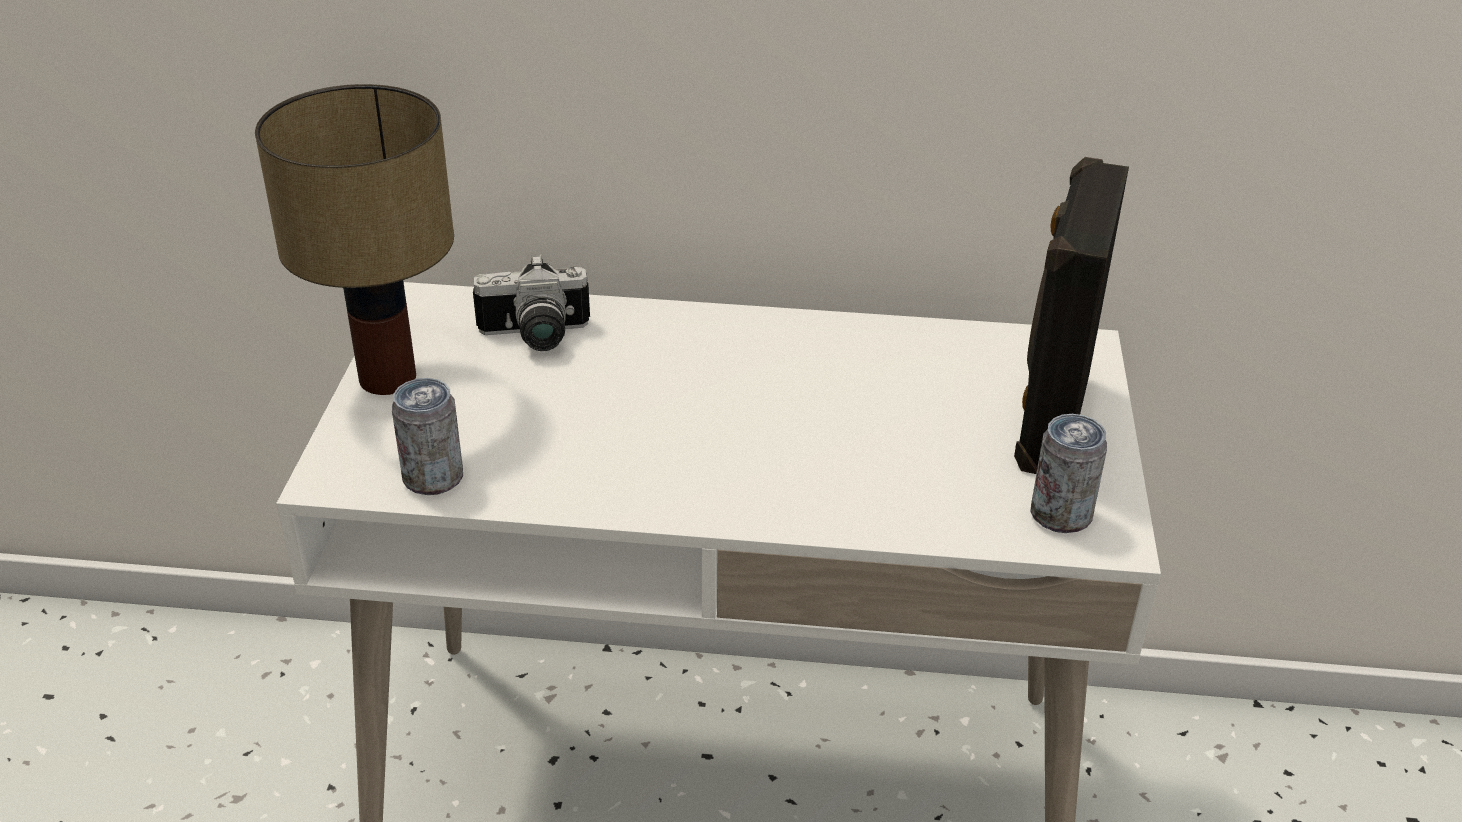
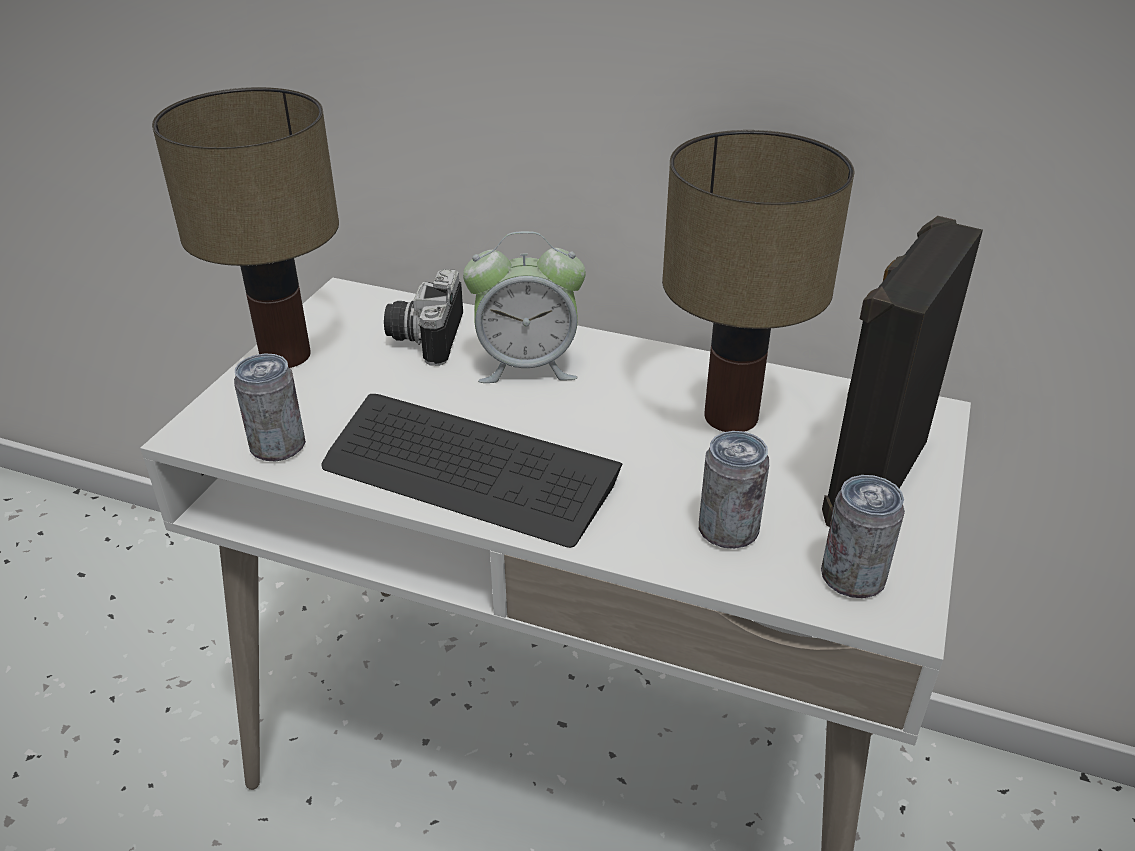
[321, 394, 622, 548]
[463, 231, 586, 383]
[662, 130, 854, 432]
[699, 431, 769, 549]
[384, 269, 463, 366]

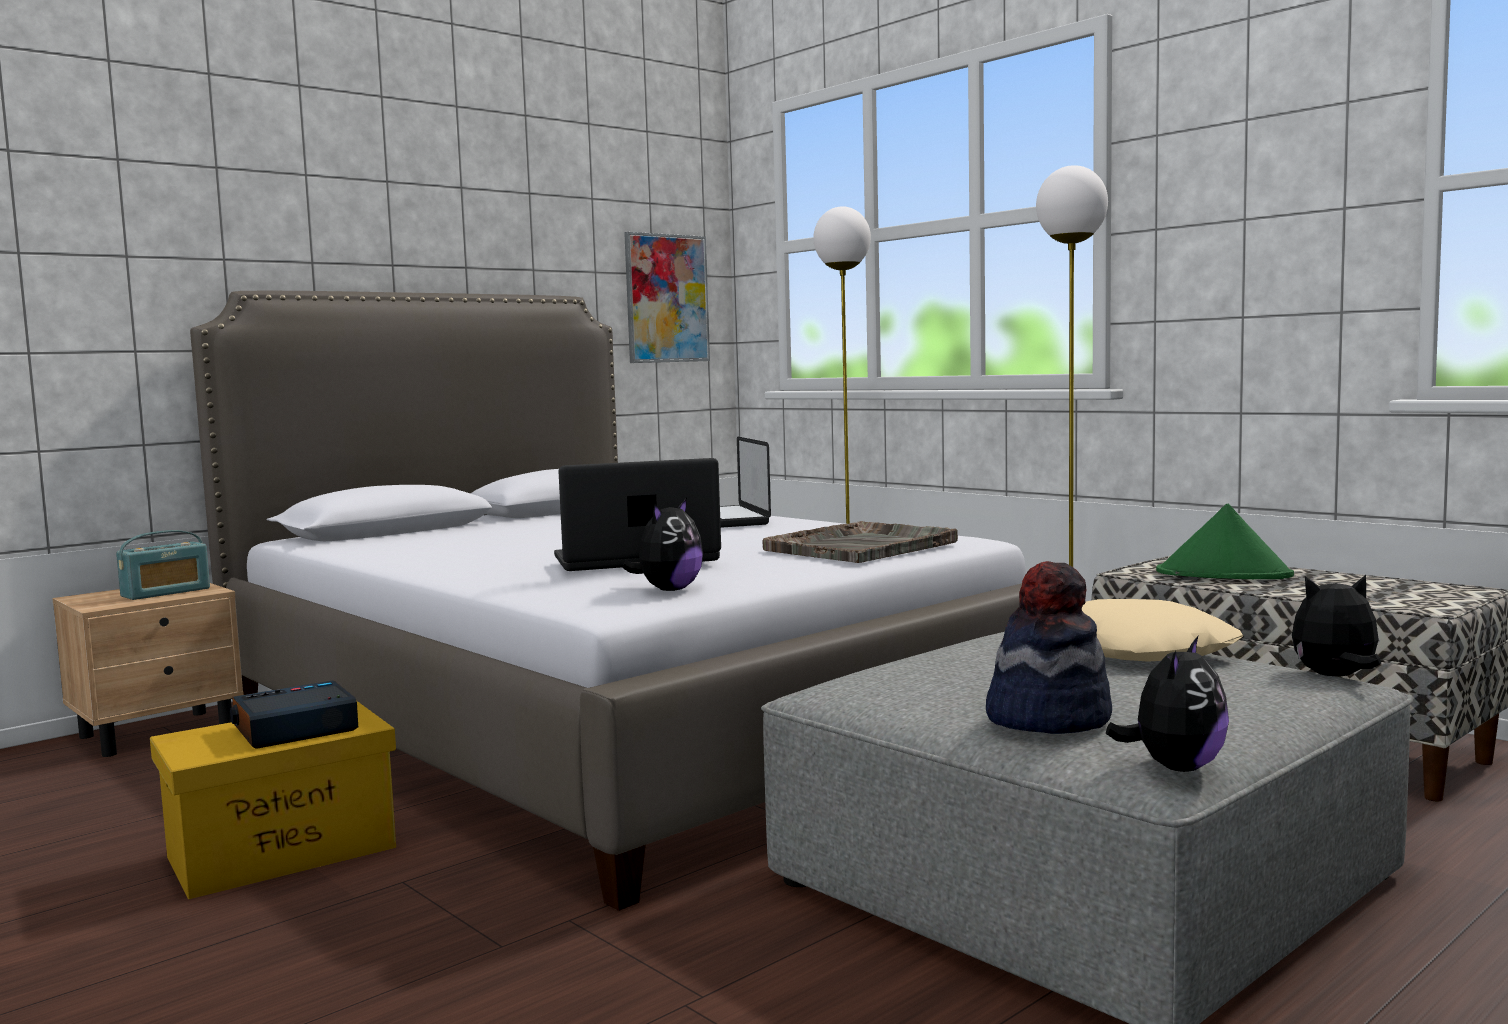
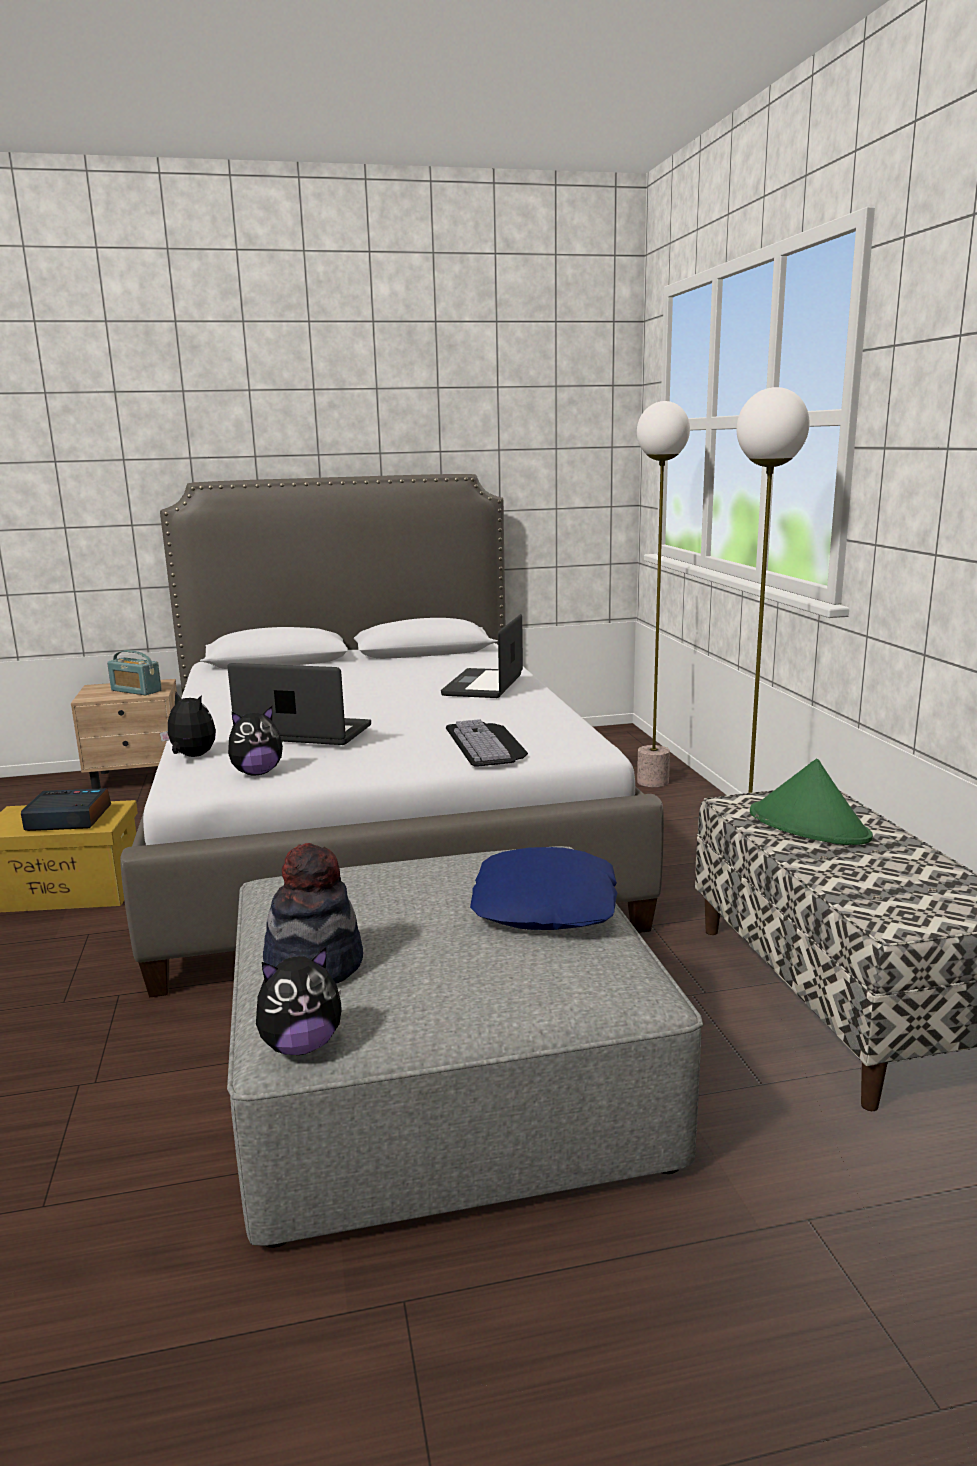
[624, 232, 710, 363] (first image)
[160, 692, 216, 757]
[446, 719, 528, 766]
[470, 847, 618, 930]
[107, 650, 162, 695]

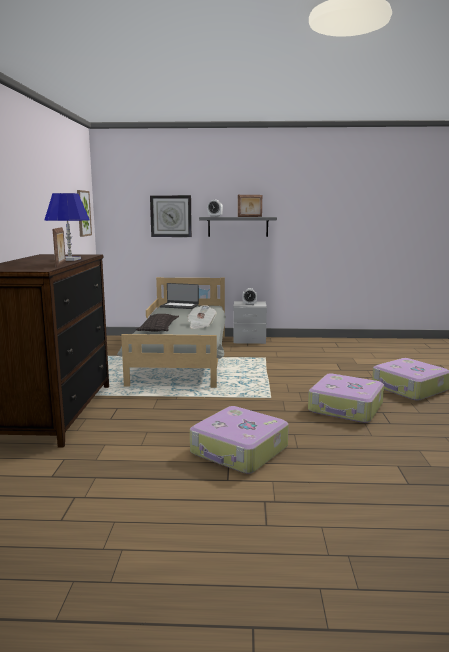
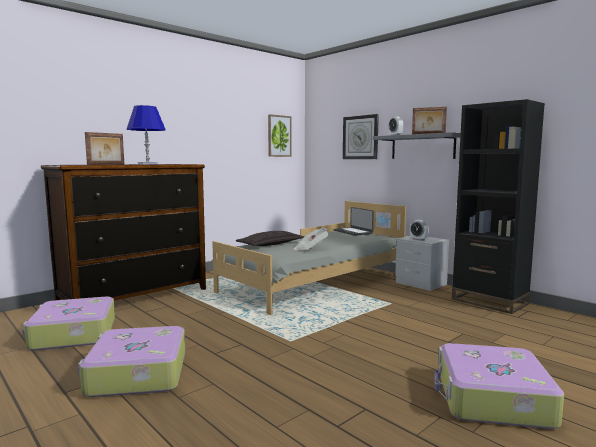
[452, 99, 545, 314]
[22, 297, 115, 351]

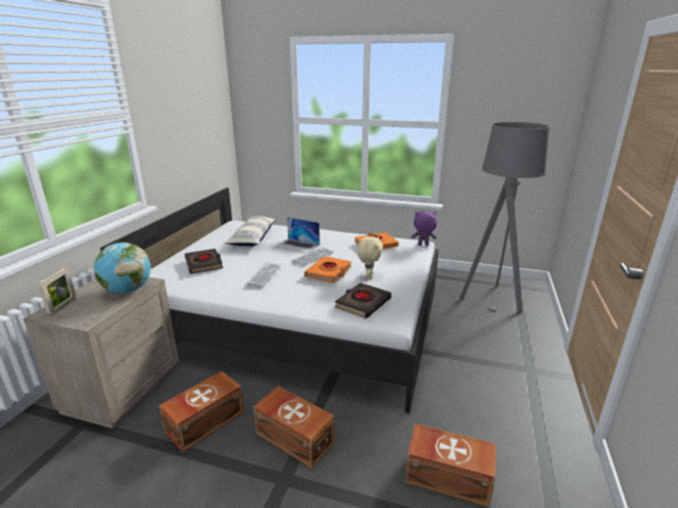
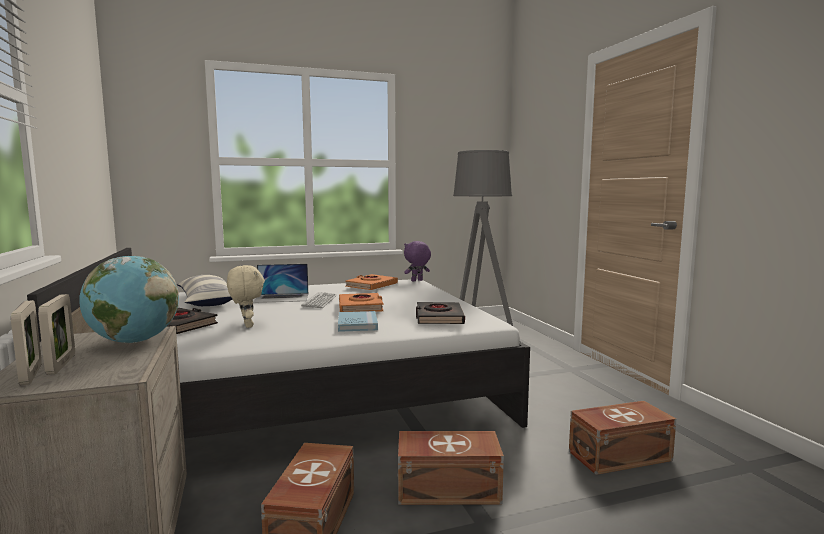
[246, 262, 281, 288] (first image)
[38, 294, 75, 375]
[338, 311, 378, 332]
[227, 265, 265, 328]

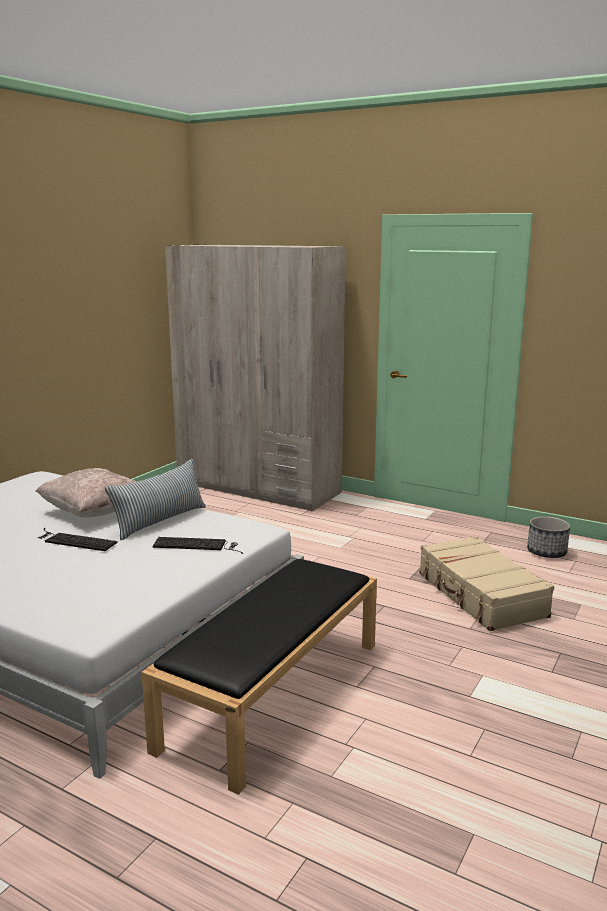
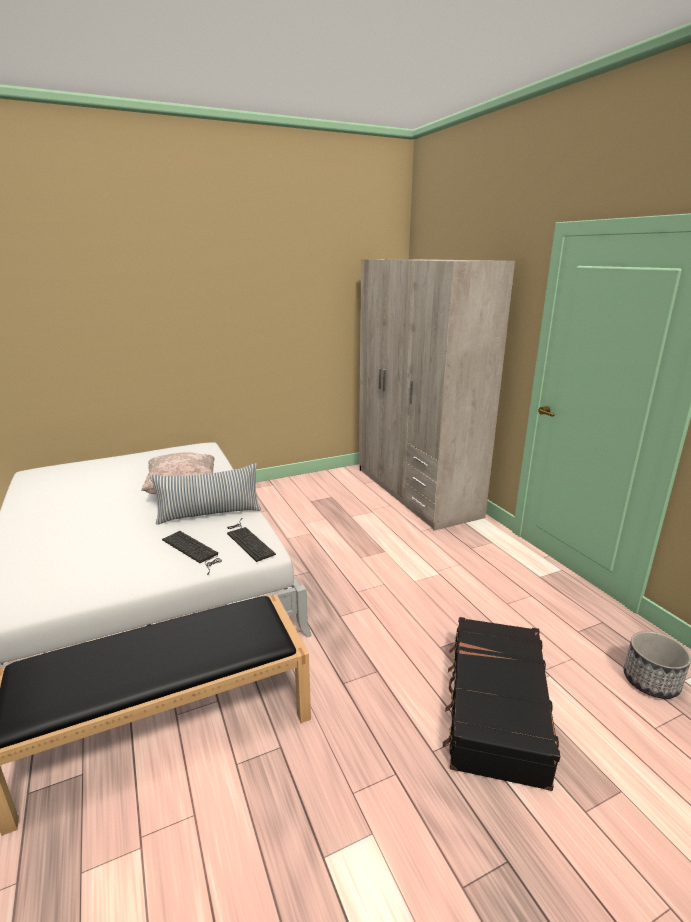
[227, 518, 276, 562]
[443, 617, 560, 791]

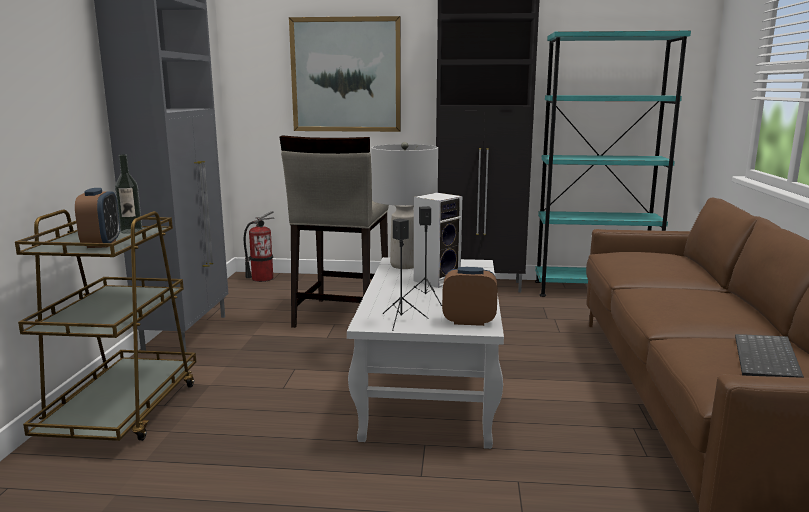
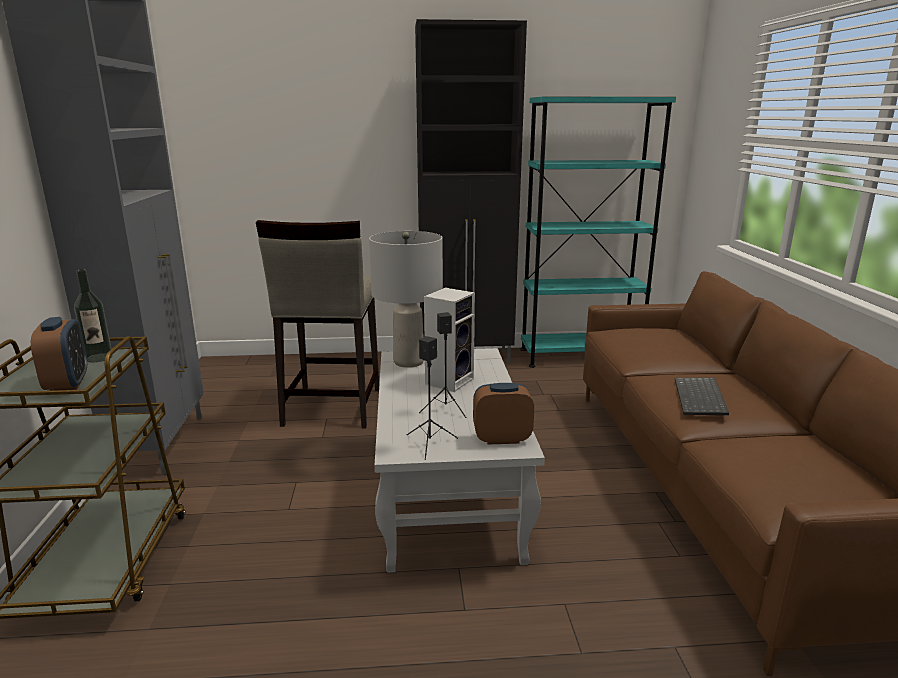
[244, 211, 275, 282] (first image)
[289, 16, 401, 132] (first image)
[675, 377, 729, 415]

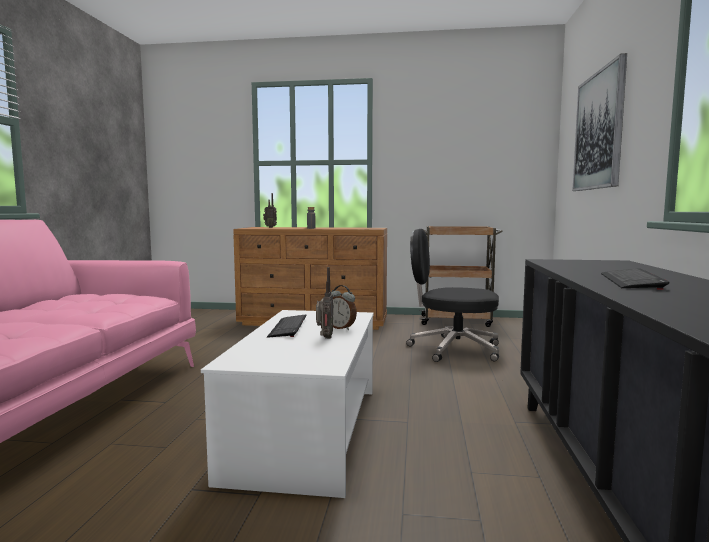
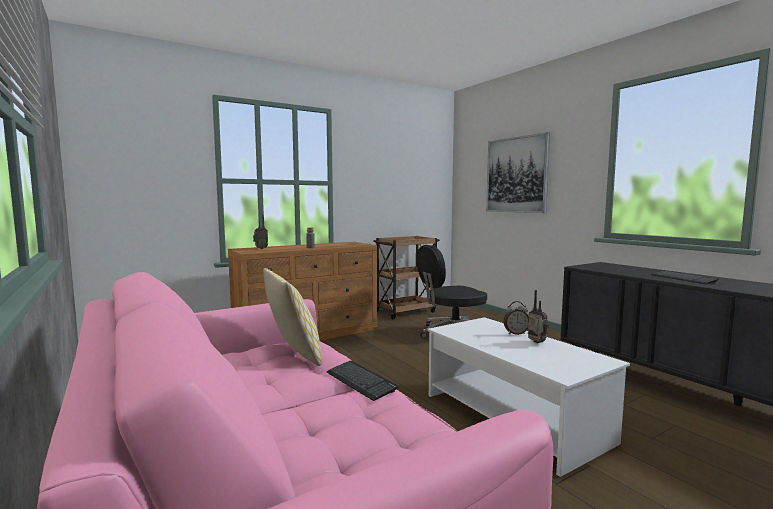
[263, 268, 322, 366]
[327, 361, 399, 401]

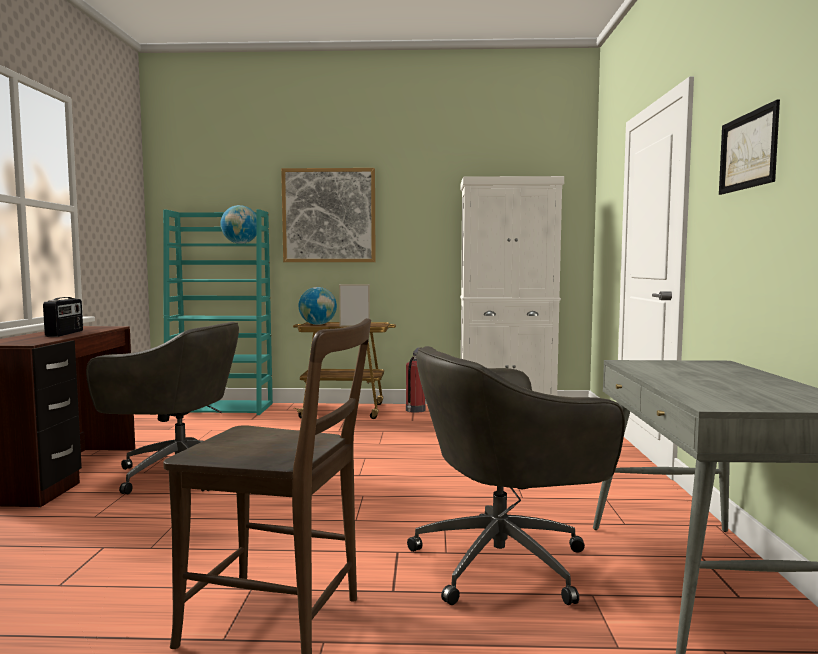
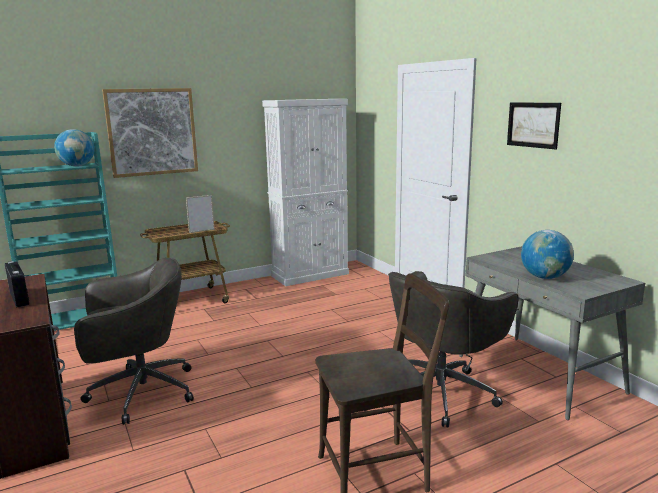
[406, 347, 425, 413] (first image)
[521, 230, 574, 279]

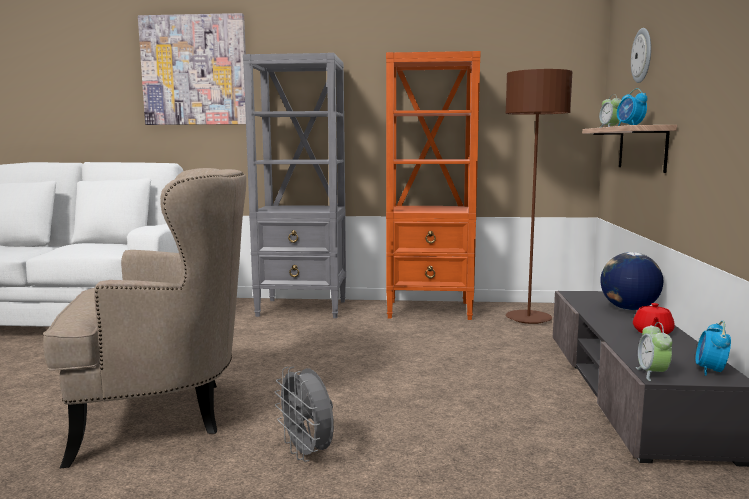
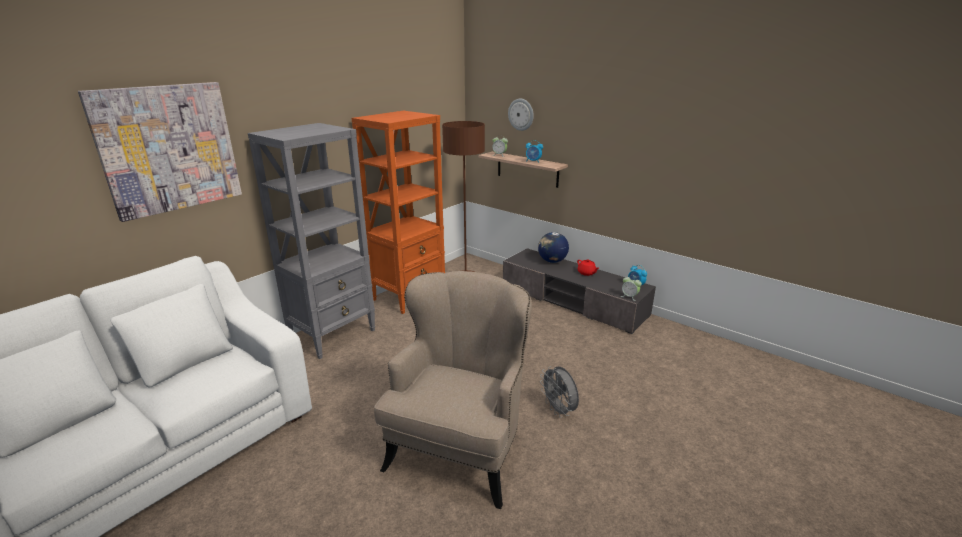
[540, 366, 579, 418]

